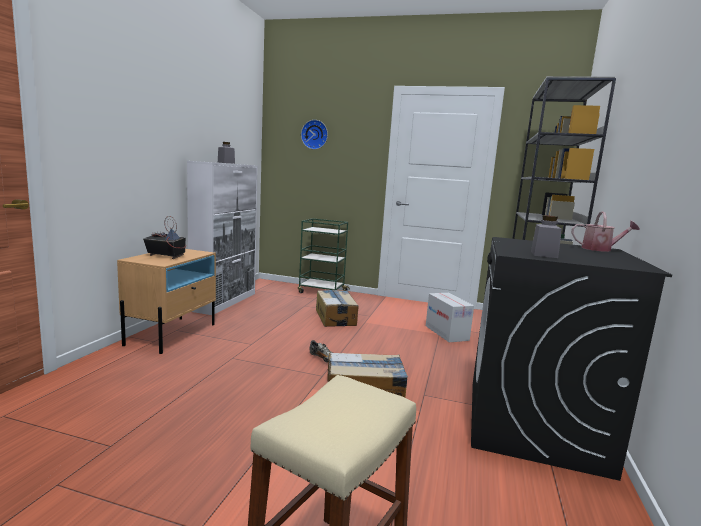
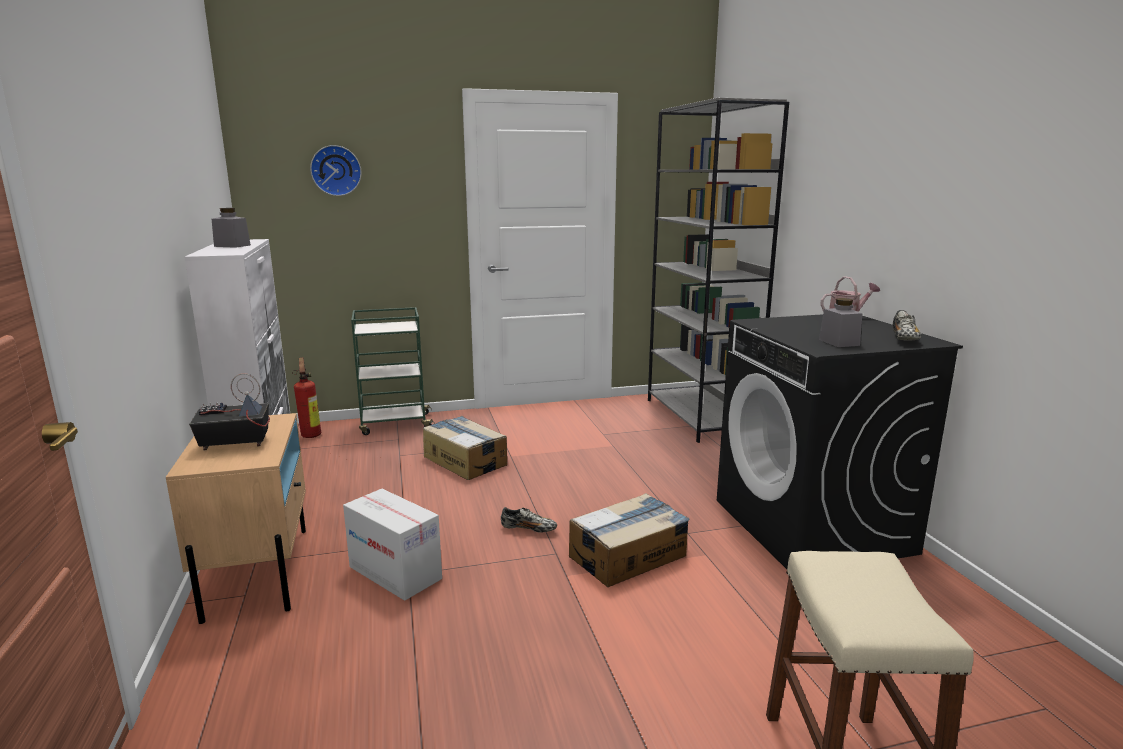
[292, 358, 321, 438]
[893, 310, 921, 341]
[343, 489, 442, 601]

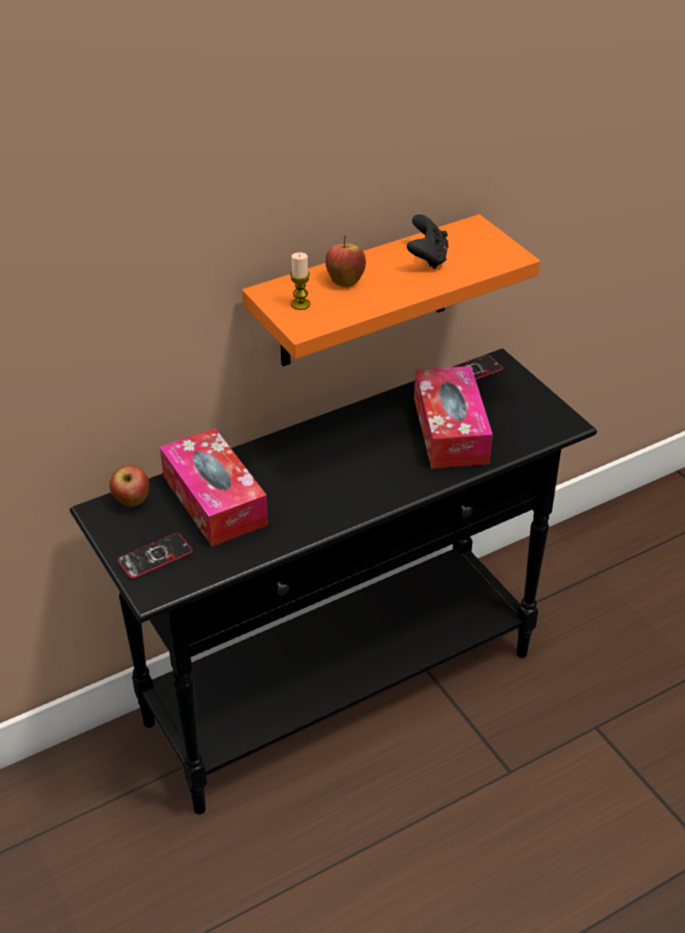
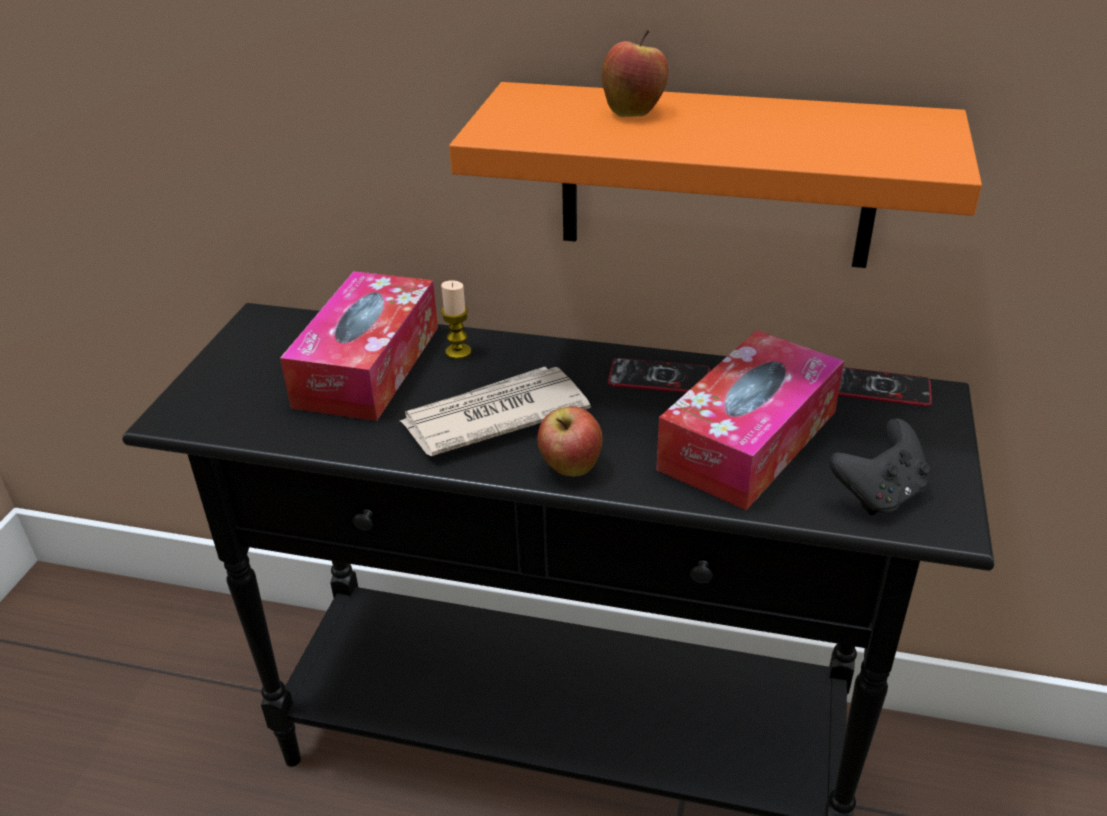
[400, 367, 591, 456]
[537, 406, 603, 476]
[607, 358, 710, 393]
[441, 281, 471, 359]
[829, 418, 930, 516]

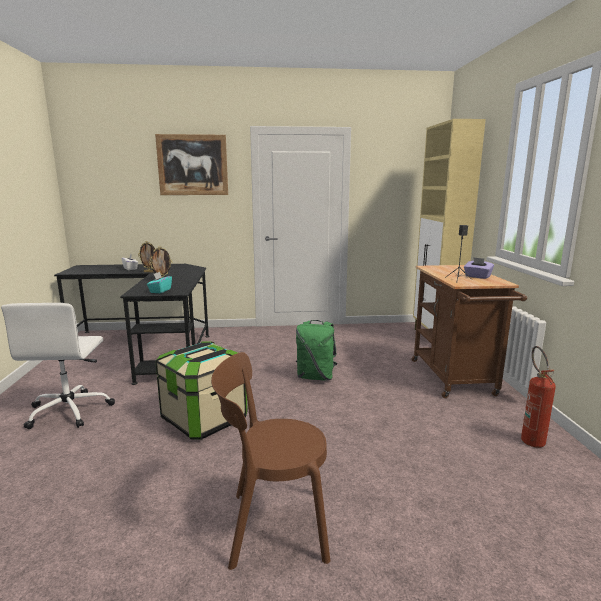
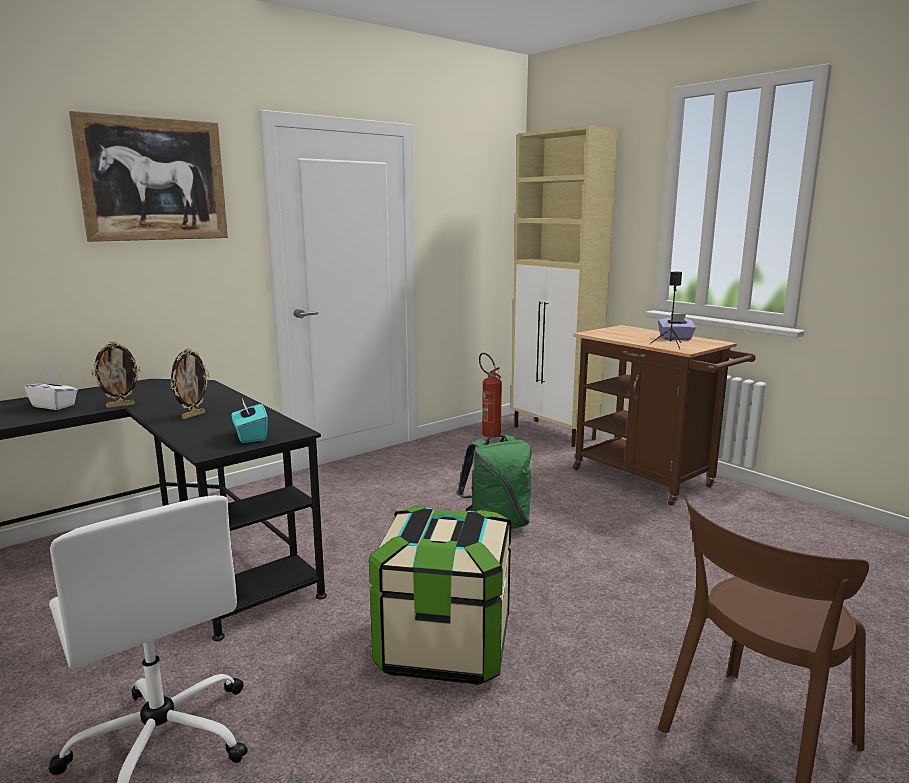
[479, 353, 502, 437]

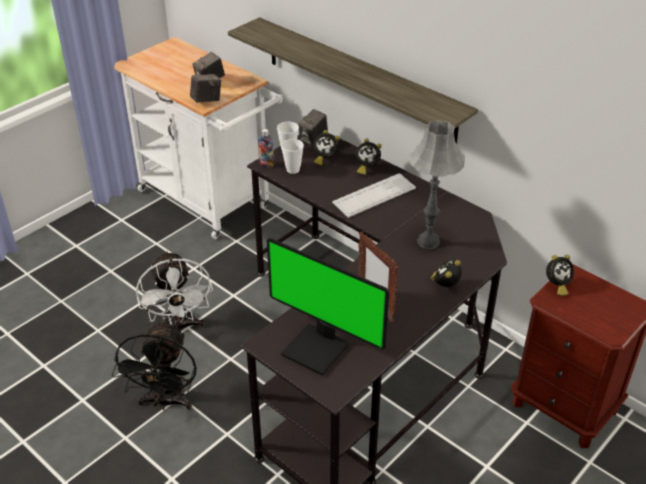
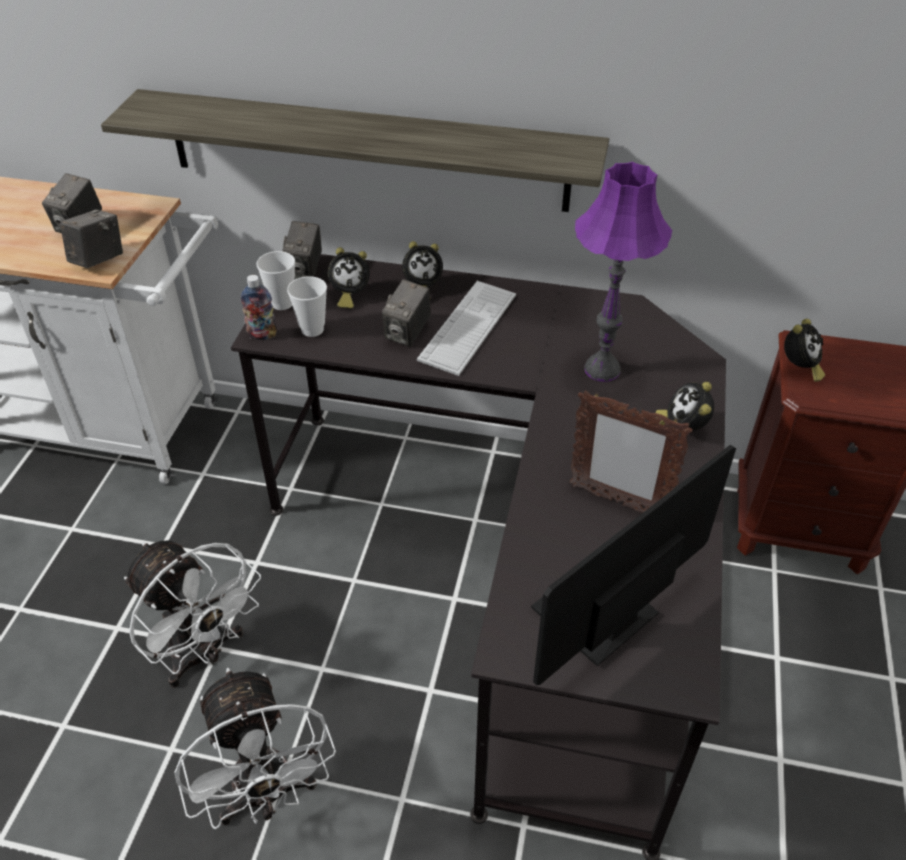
[382, 279, 431, 347]
[174, 668, 336, 829]
[575, 162, 672, 382]
[531, 445, 736, 685]

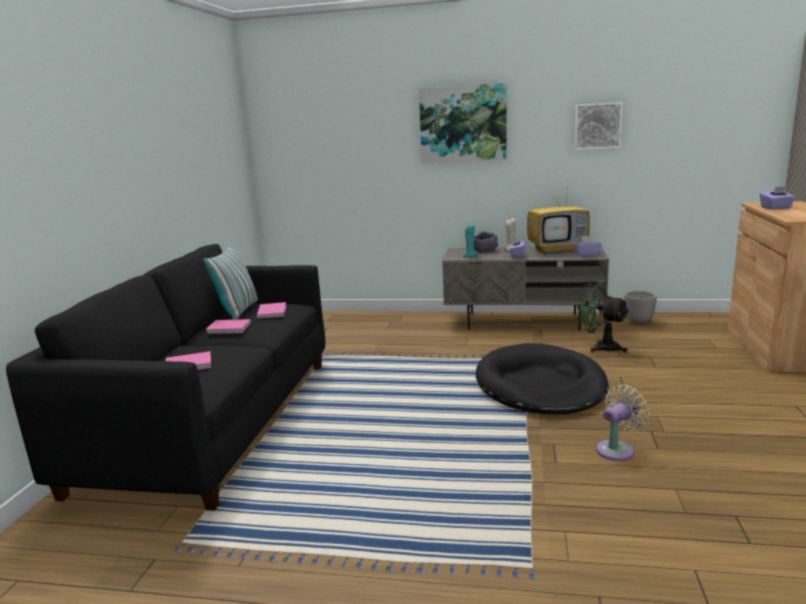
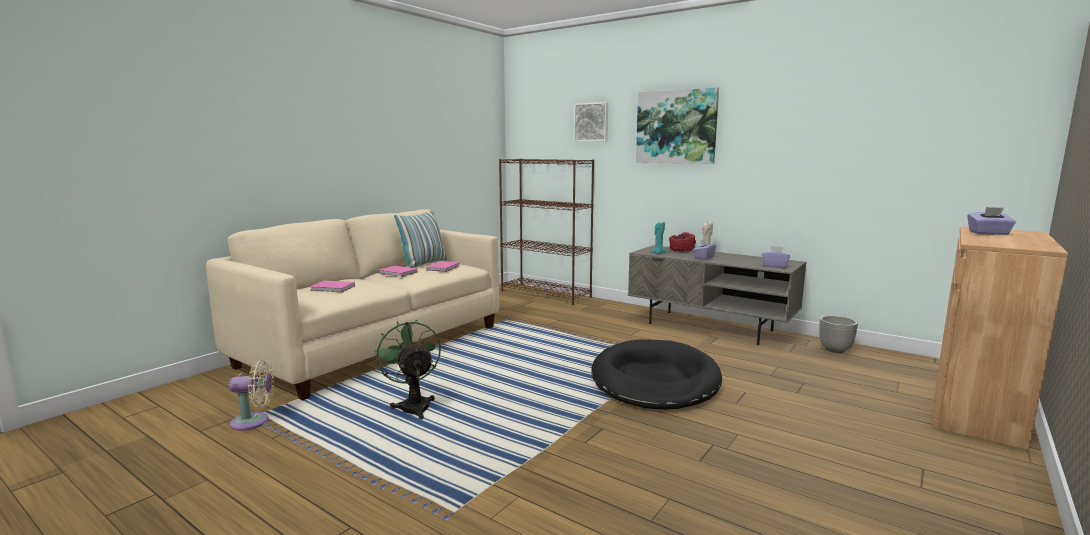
[527, 186, 590, 254] (first image)
[499, 159, 594, 305]
[574, 102, 608, 141]
[374, 320, 441, 420]
[229, 360, 274, 431]
[206, 209, 499, 400]
[669, 232, 696, 252]

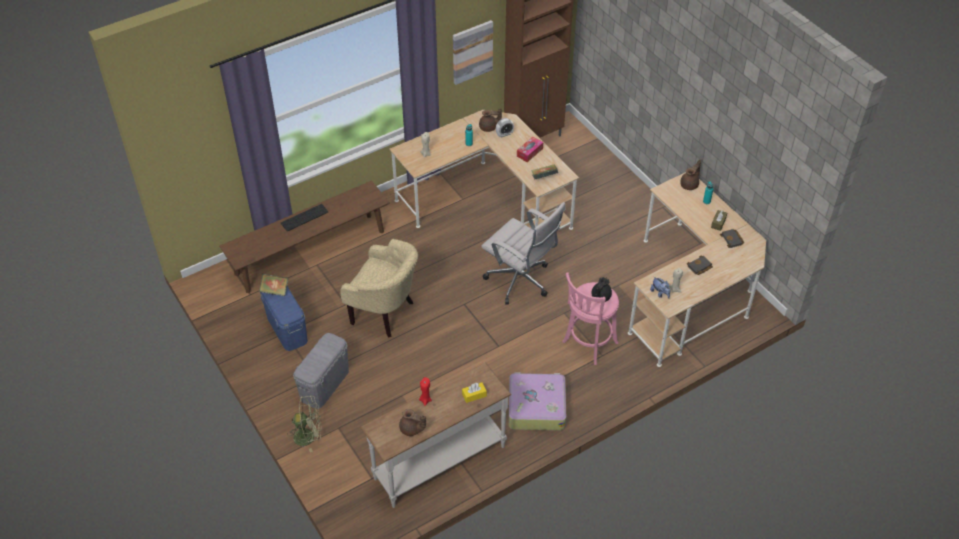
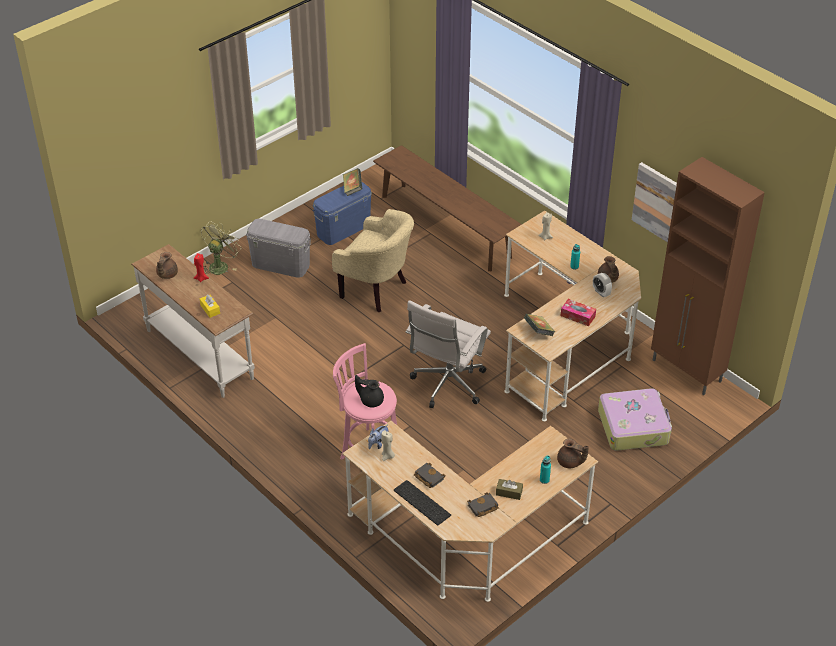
[394, 480, 451, 526]
[598, 388, 672, 451]
[201, 221, 241, 276]
[332, 209, 414, 312]

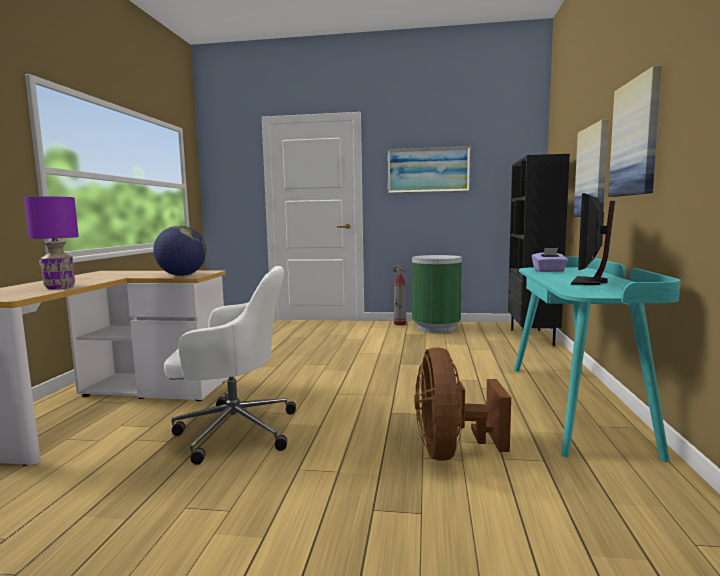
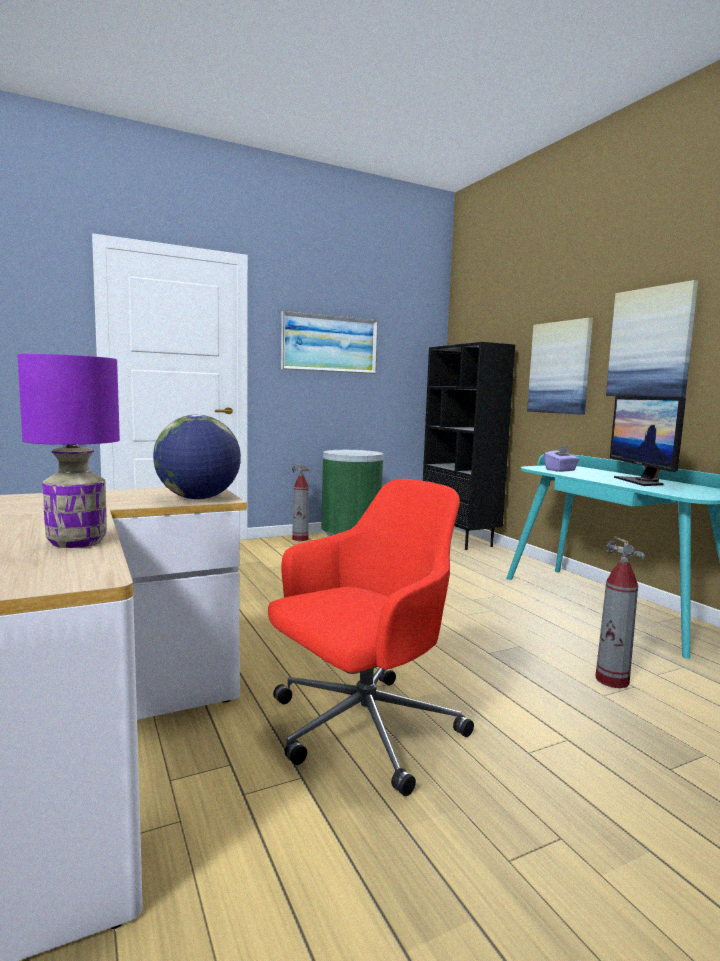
[595, 536, 645, 688]
[268, 479, 474, 796]

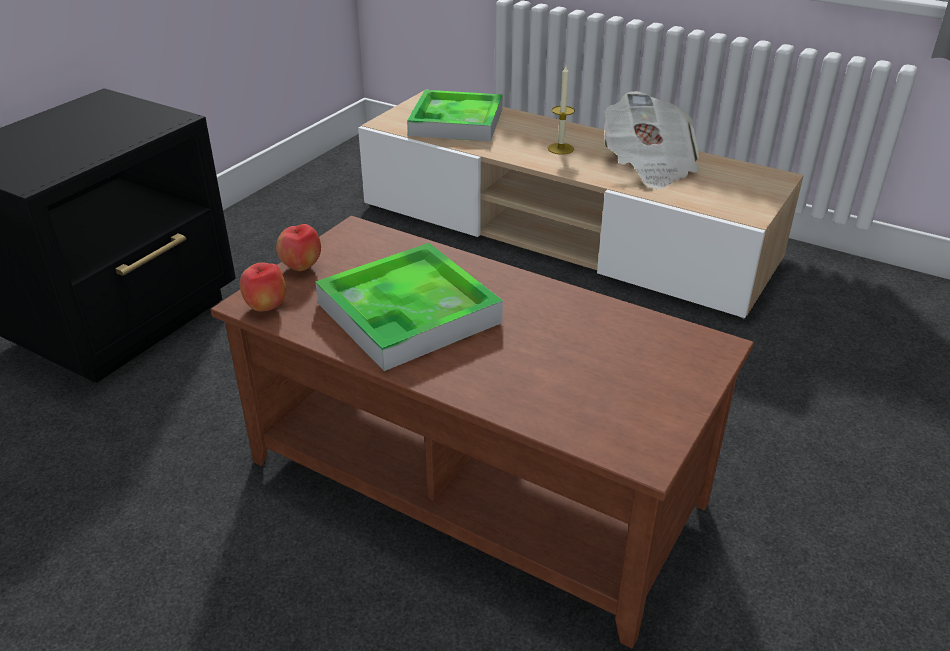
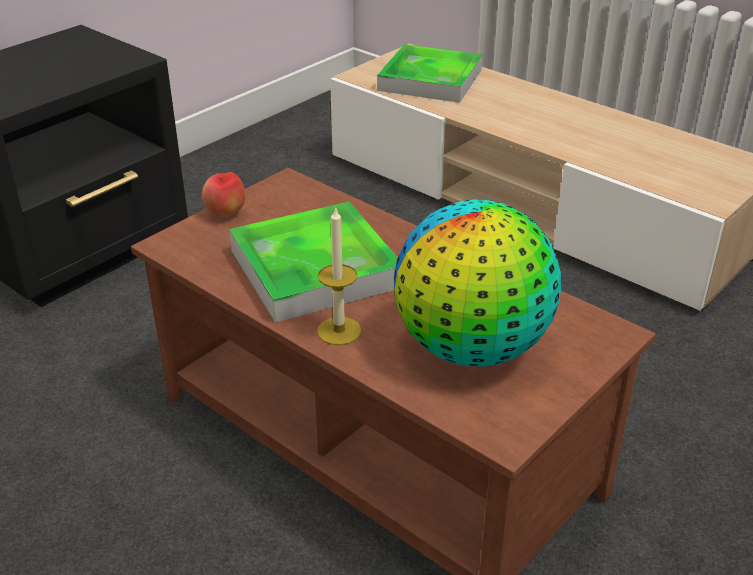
[240, 262, 286, 311] (first image)
[604, 91, 700, 189] (first image)
[394, 200, 561, 366]
[317, 206, 361, 345]

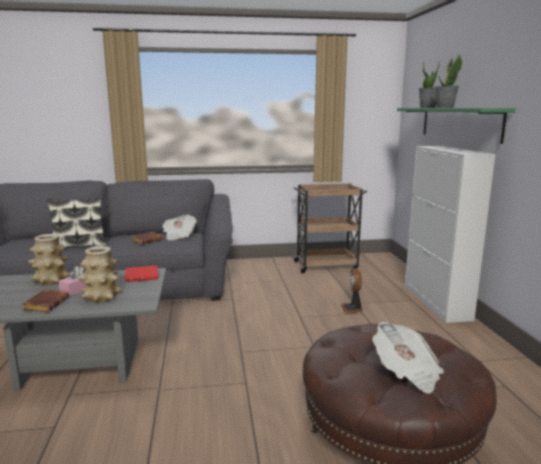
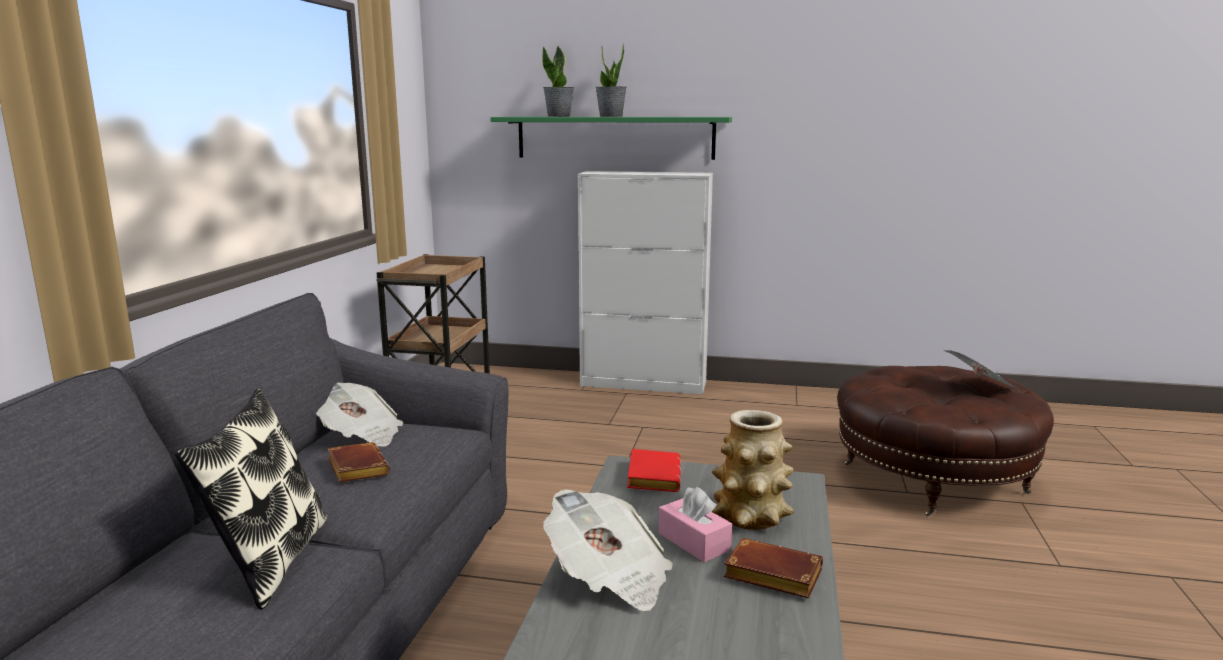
[341, 268, 363, 314] (first image)
[543, 489, 673, 611]

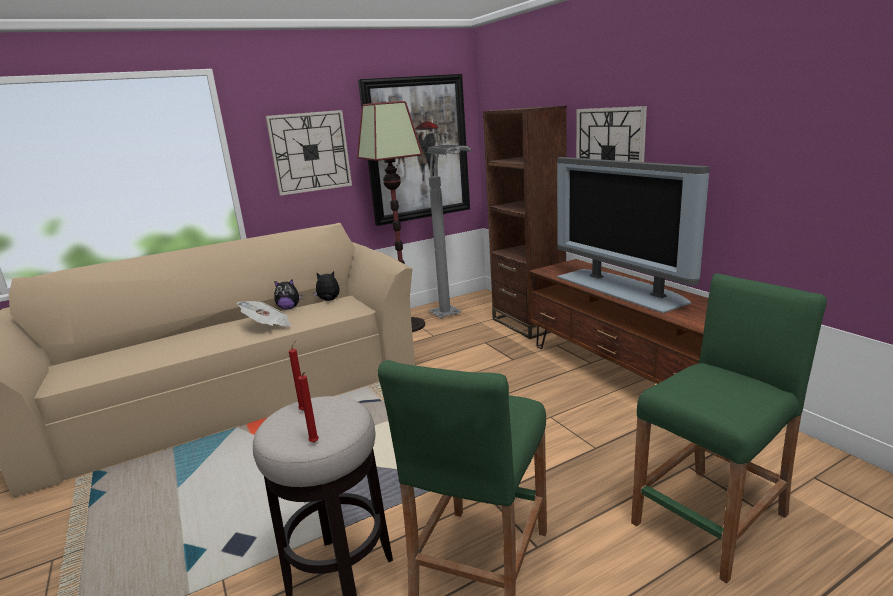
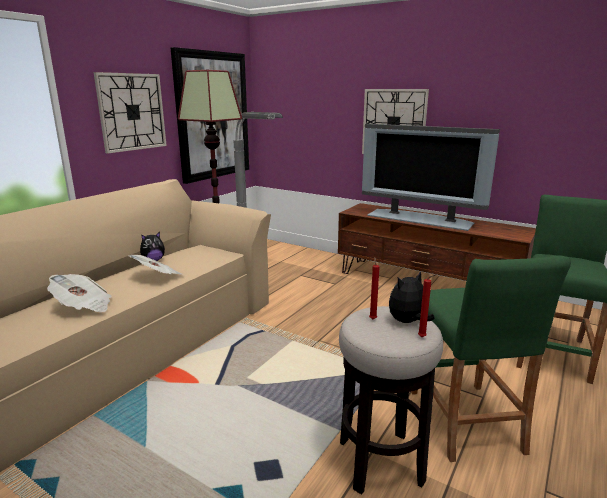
[483, 106, 567, 339] (first image)
[47, 274, 112, 313]
[389, 271, 435, 323]

